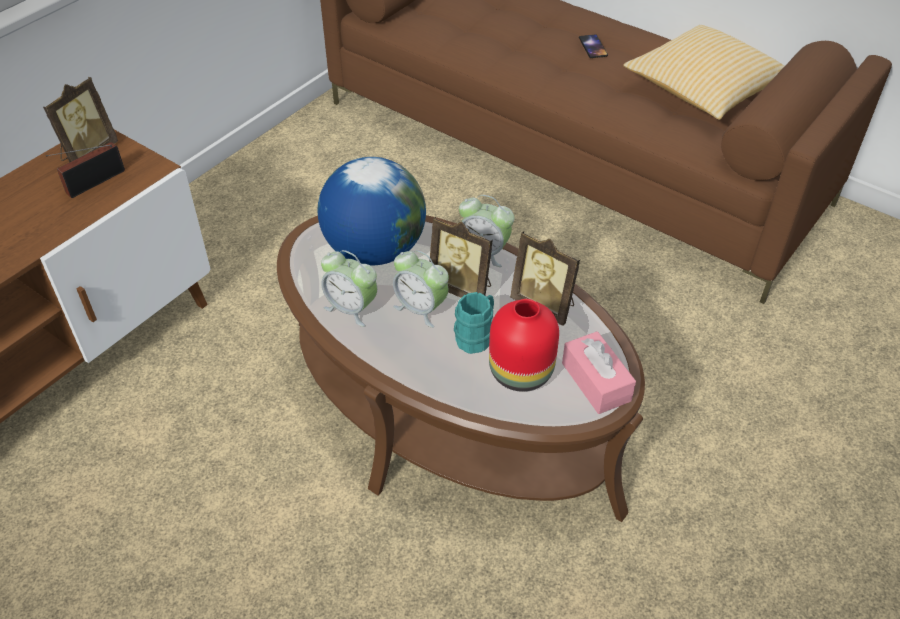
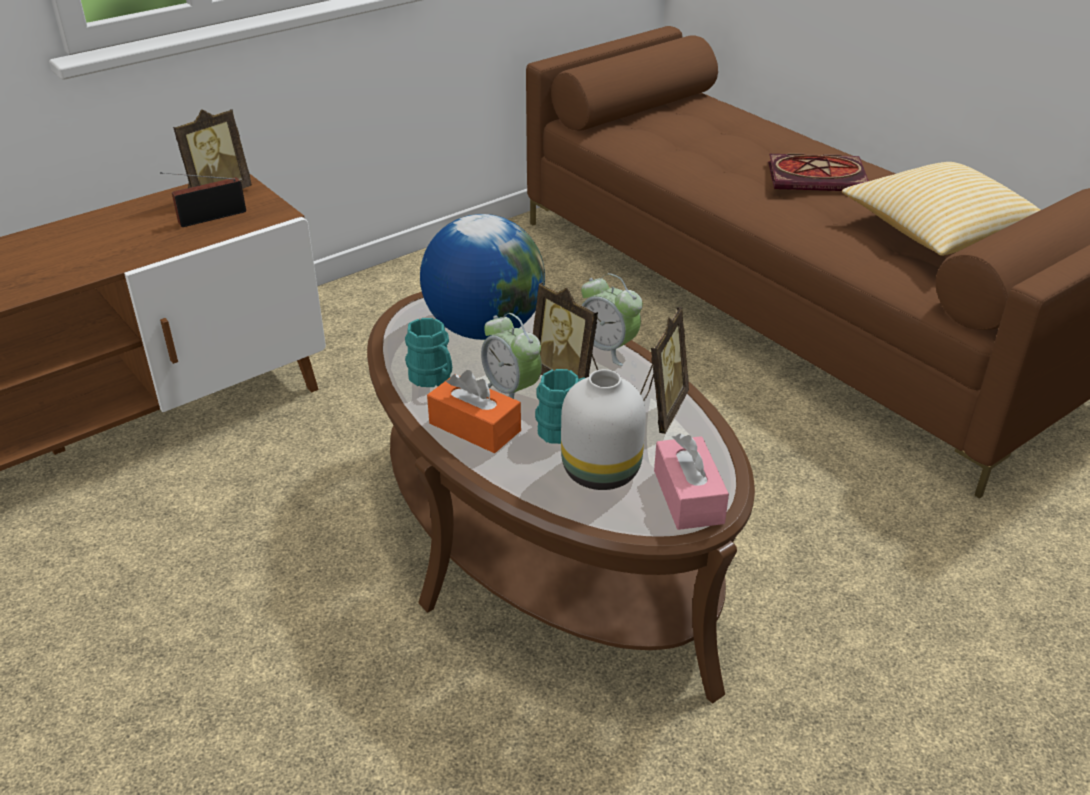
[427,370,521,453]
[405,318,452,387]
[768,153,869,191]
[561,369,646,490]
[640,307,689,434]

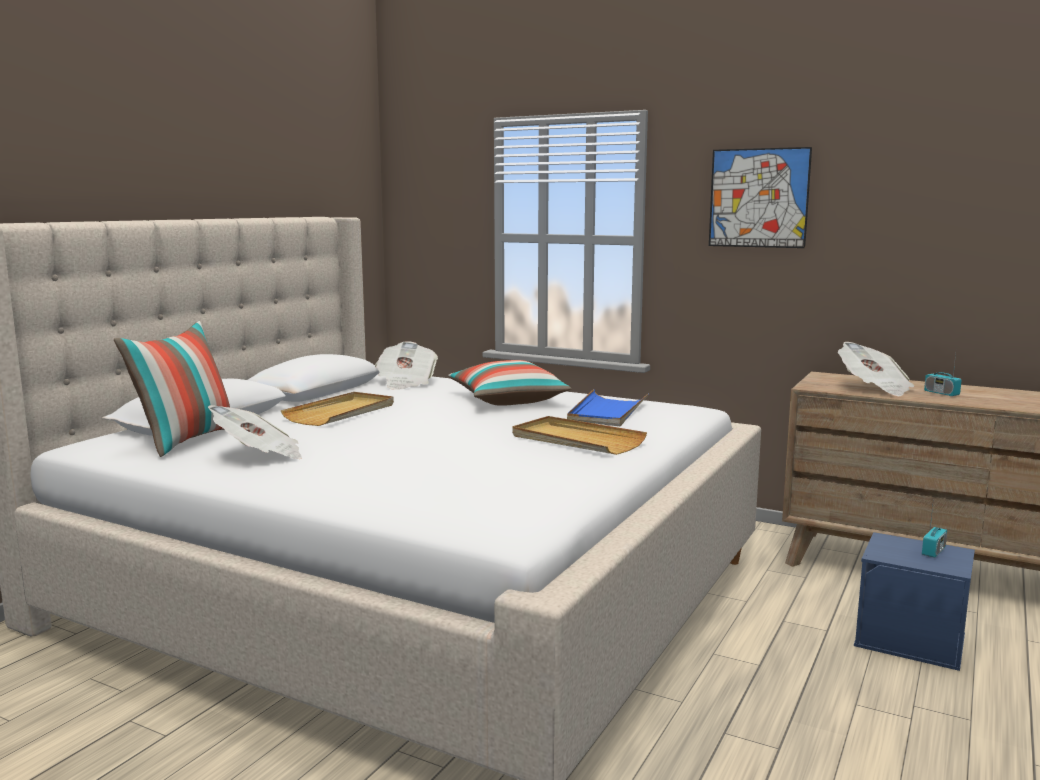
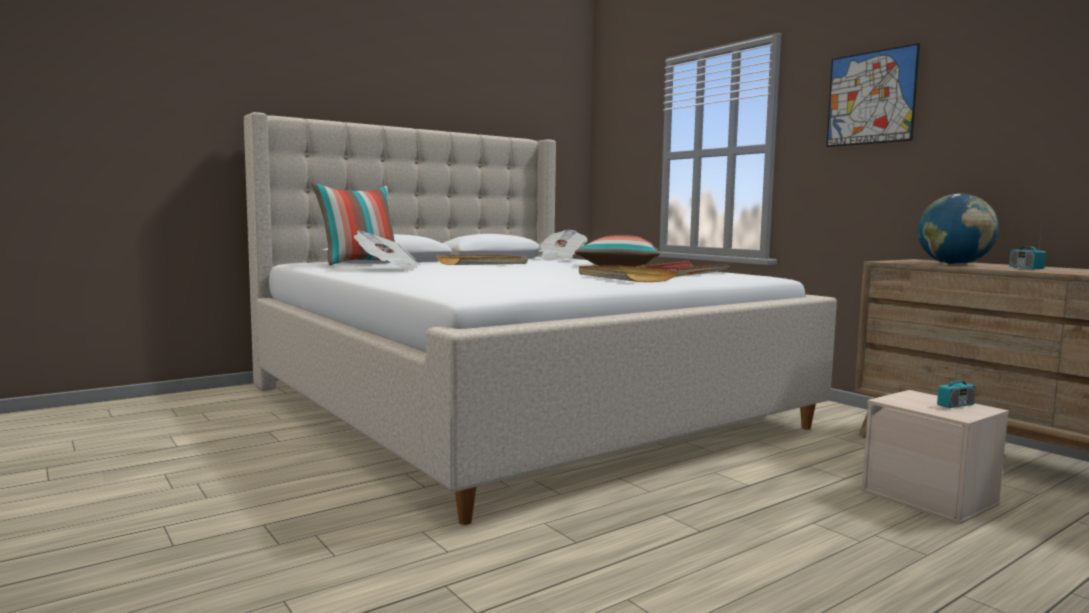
[918,194,999,265]
[638,261,732,277]
[861,390,1009,525]

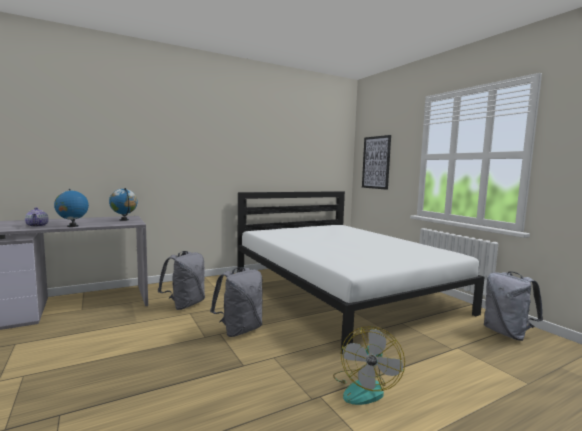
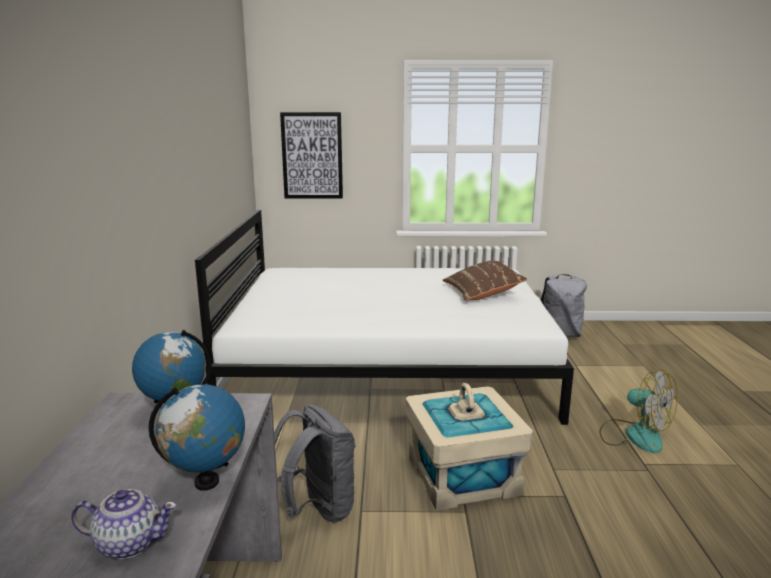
[443,261,527,301]
[405,383,533,511]

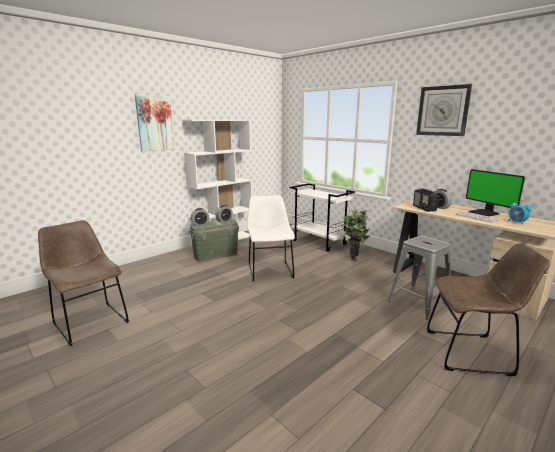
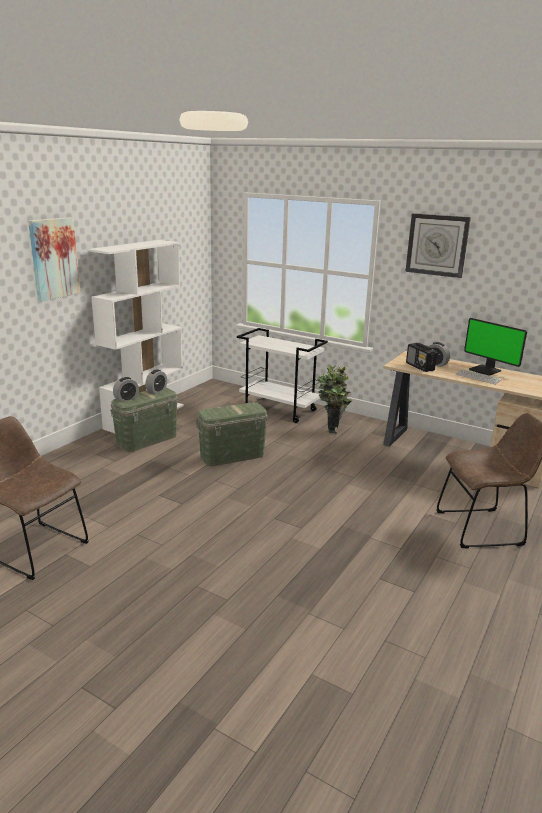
[388,236,451,320] (first image)
[508,201,532,225] (first image)
[196,402,269,466]

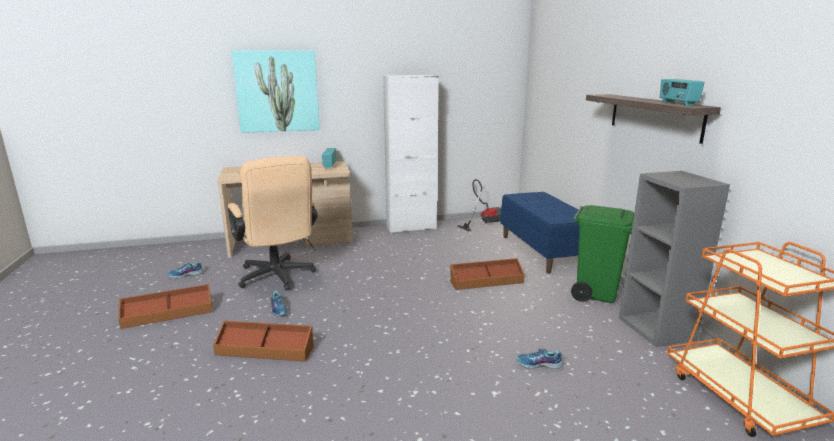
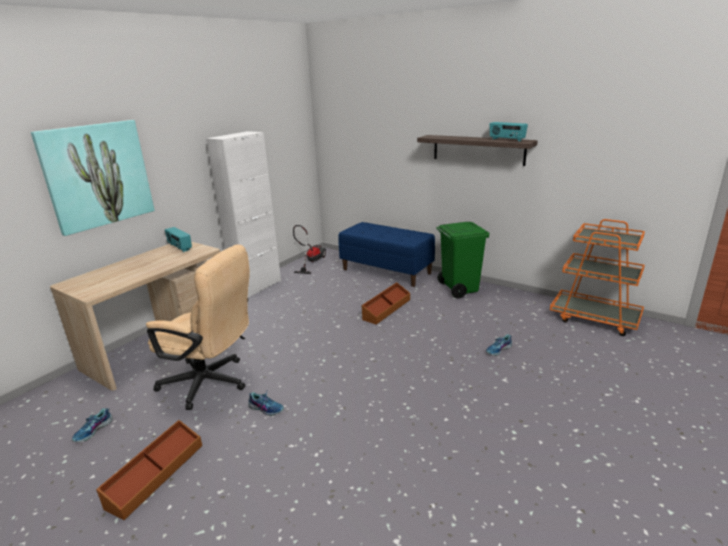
[213,321,314,362] (first image)
[619,171,730,347] (first image)

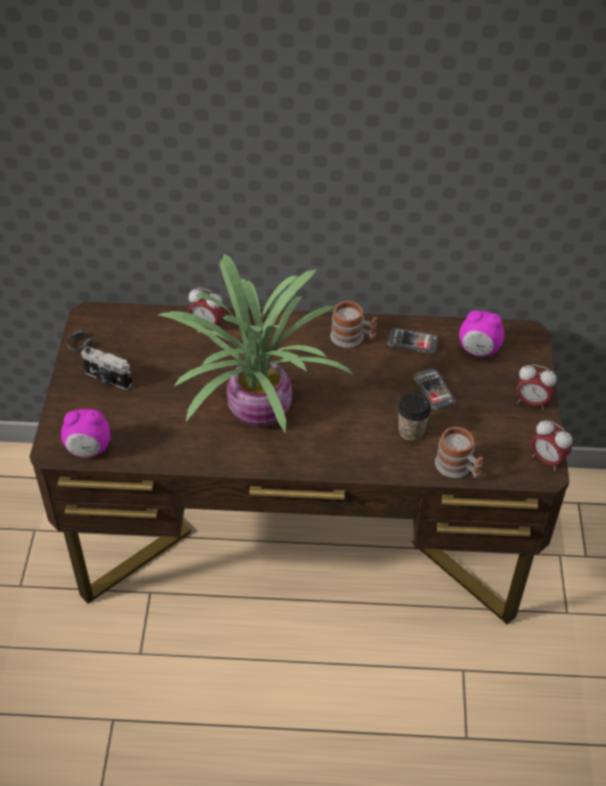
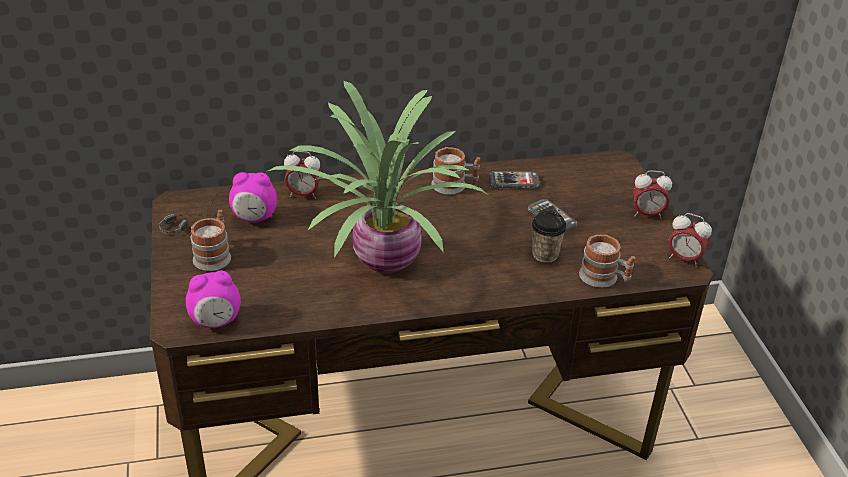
[229,172,277,222]
[191,210,231,271]

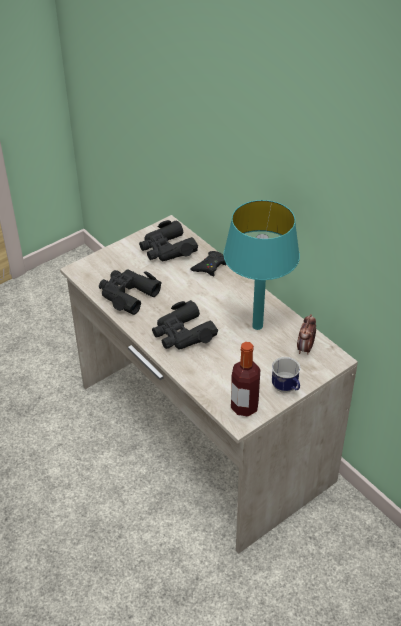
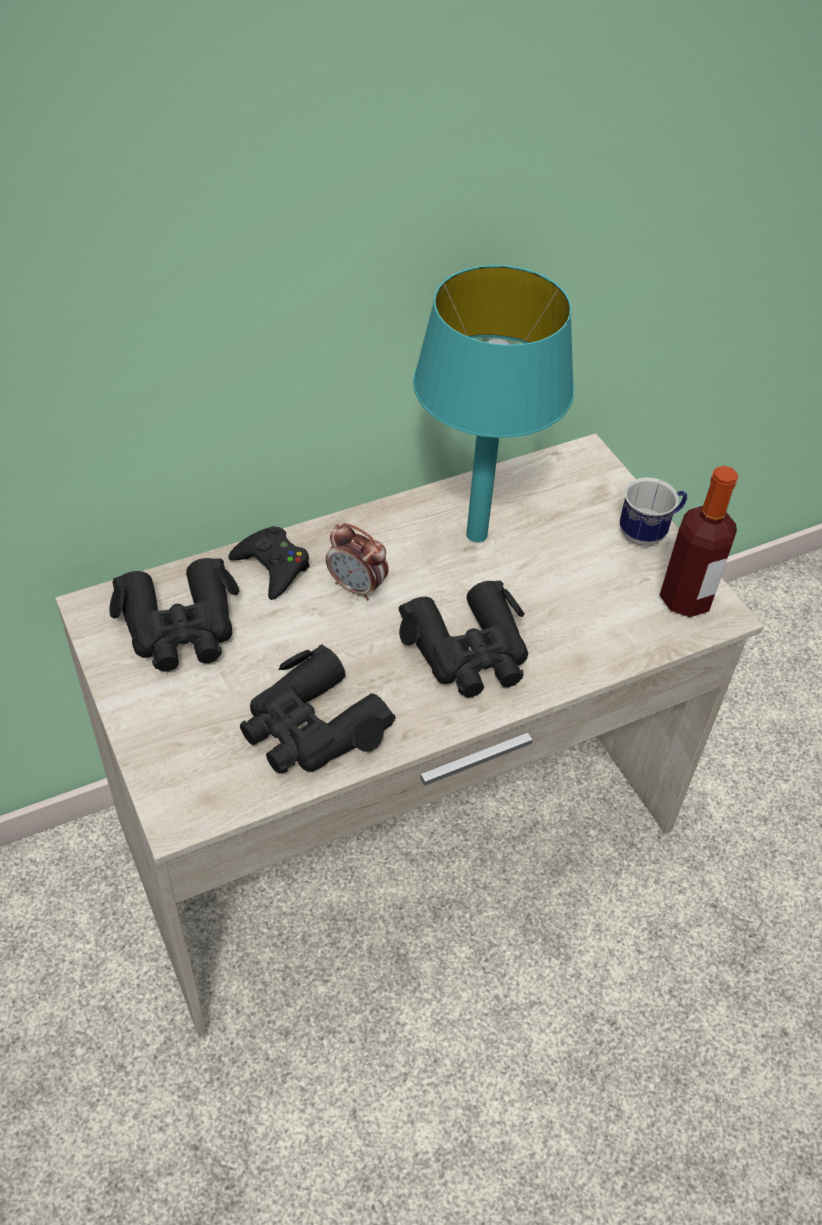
[326,523,389,601]

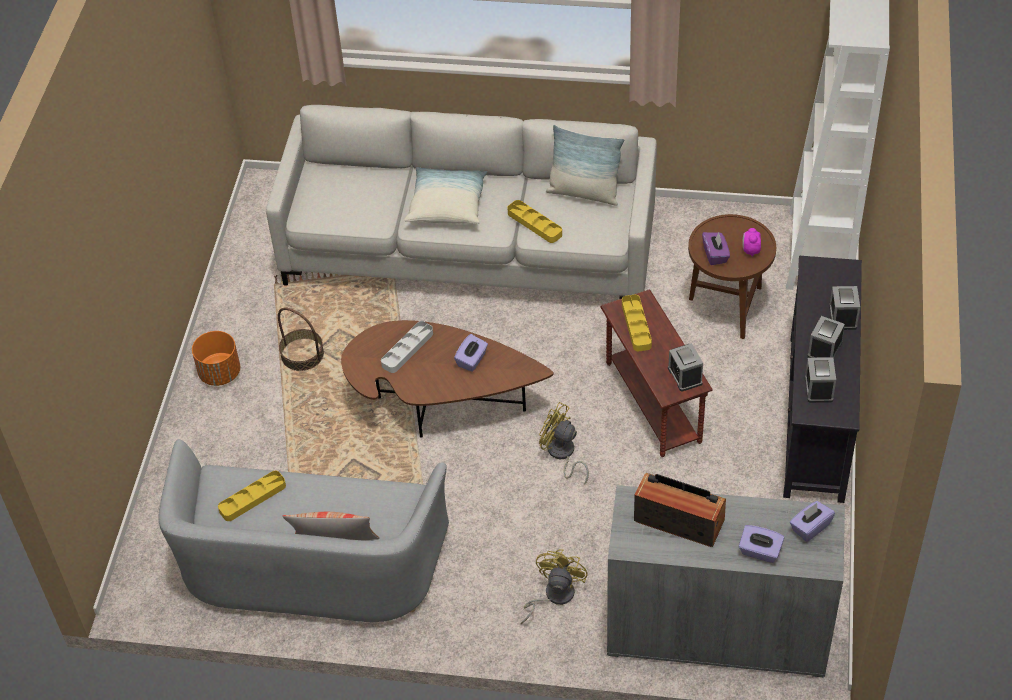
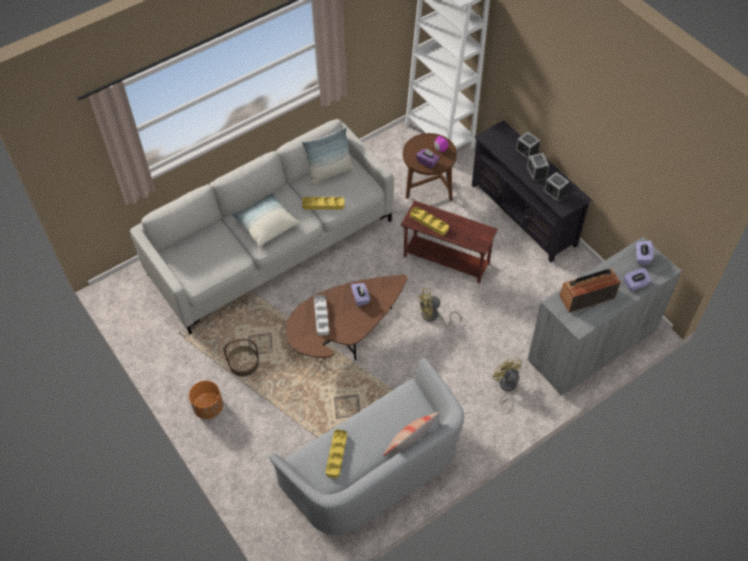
[668,343,703,392] (first image)

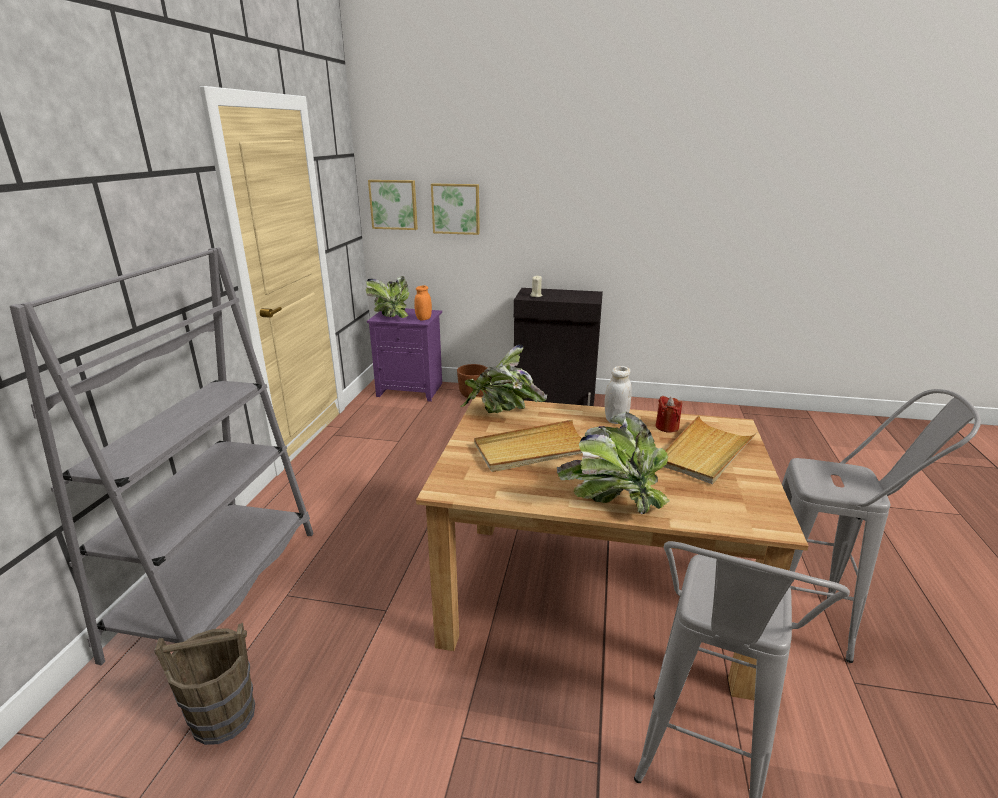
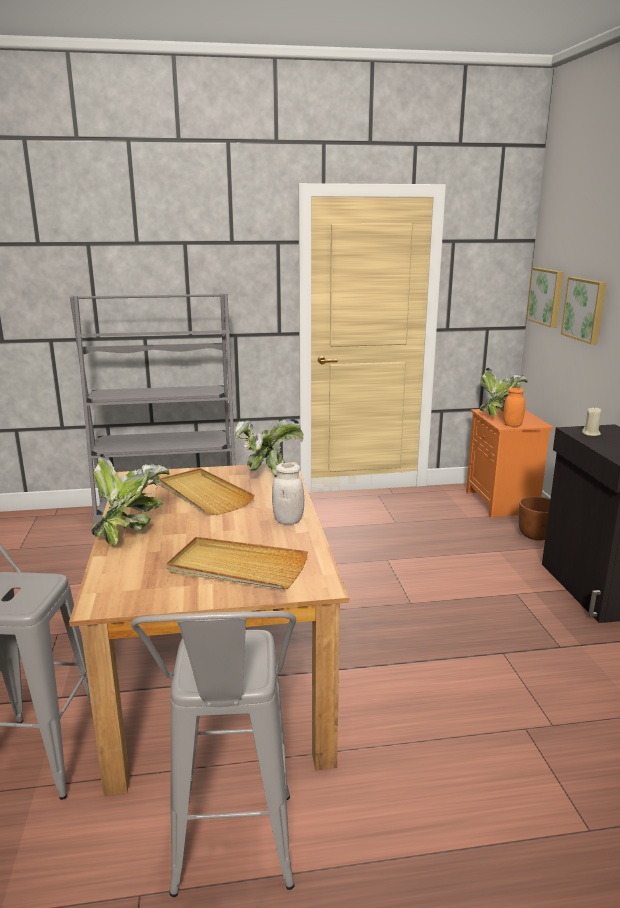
[154,623,255,745] (first image)
[655,396,682,433] (first image)
[466,408,554,518]

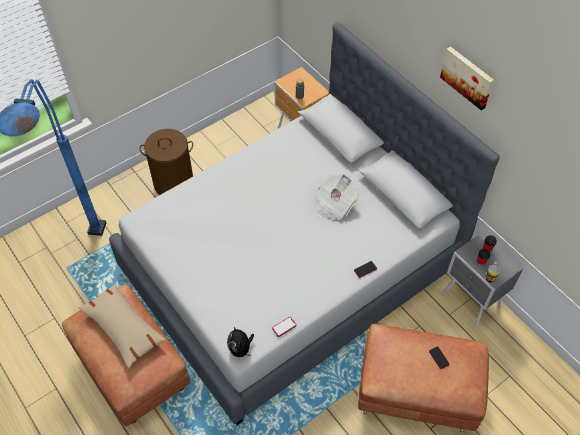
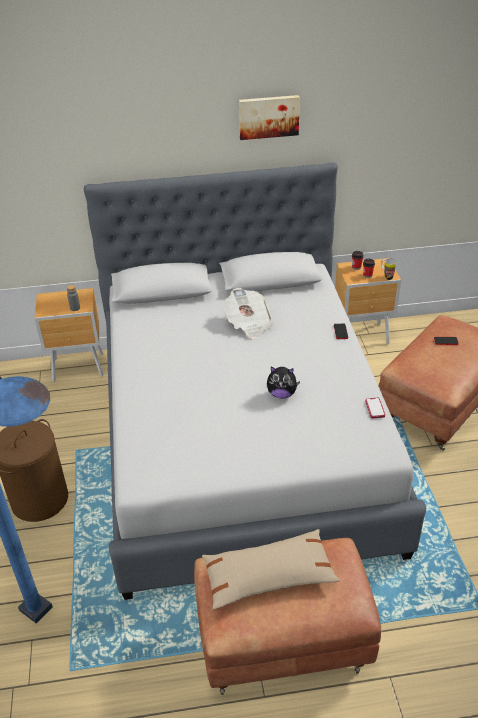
[267,367,300,399]
[335,258,401,344]

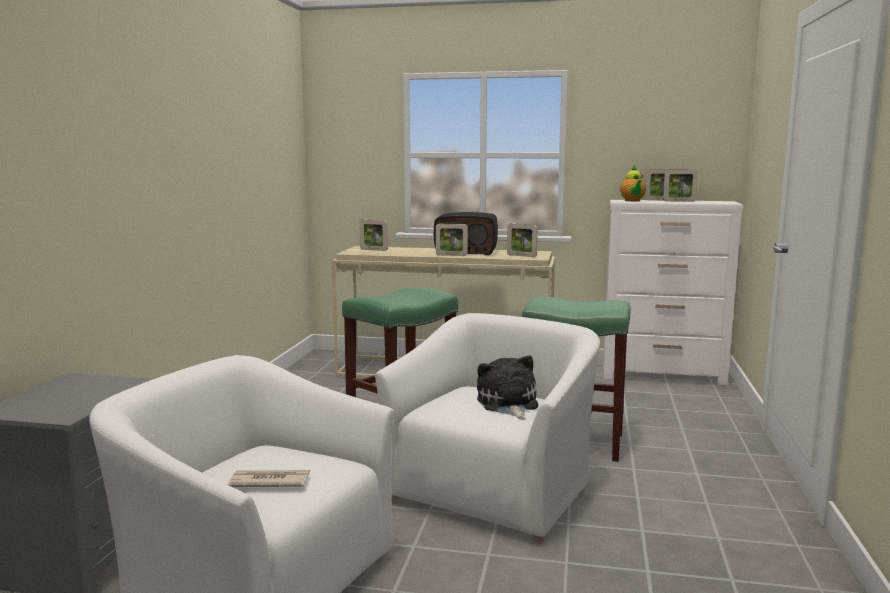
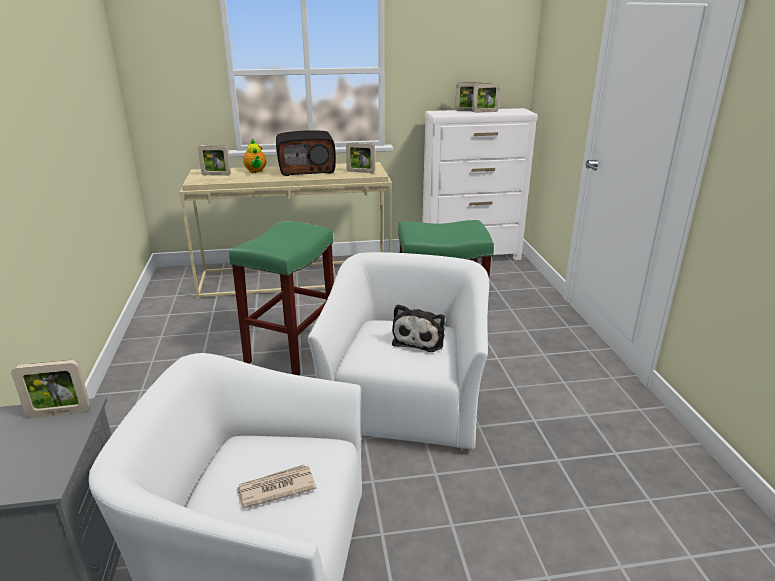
[11,360,90,418]
[243,138,266,173]
[392,304,445,352]

